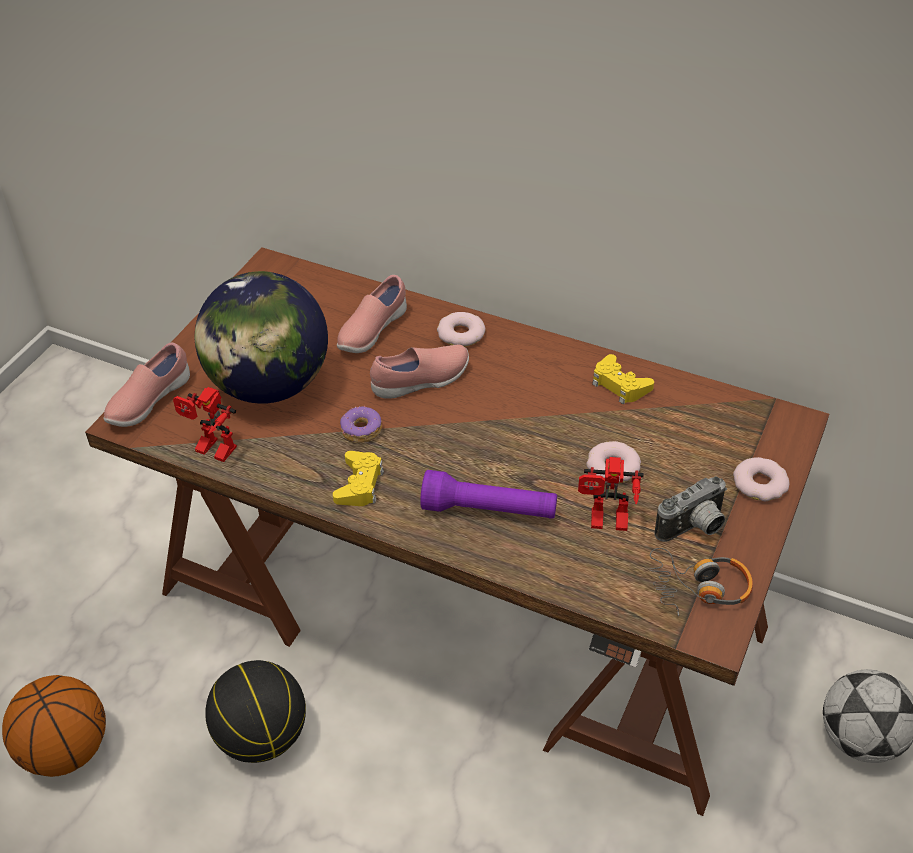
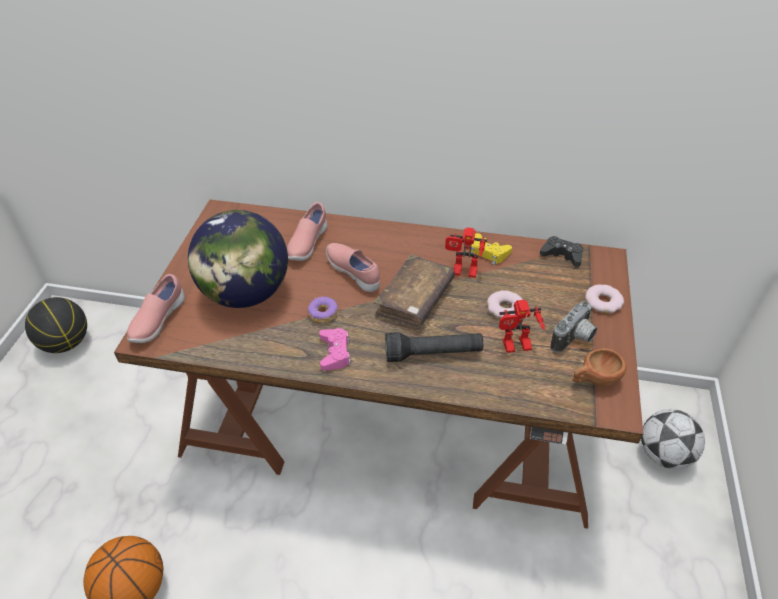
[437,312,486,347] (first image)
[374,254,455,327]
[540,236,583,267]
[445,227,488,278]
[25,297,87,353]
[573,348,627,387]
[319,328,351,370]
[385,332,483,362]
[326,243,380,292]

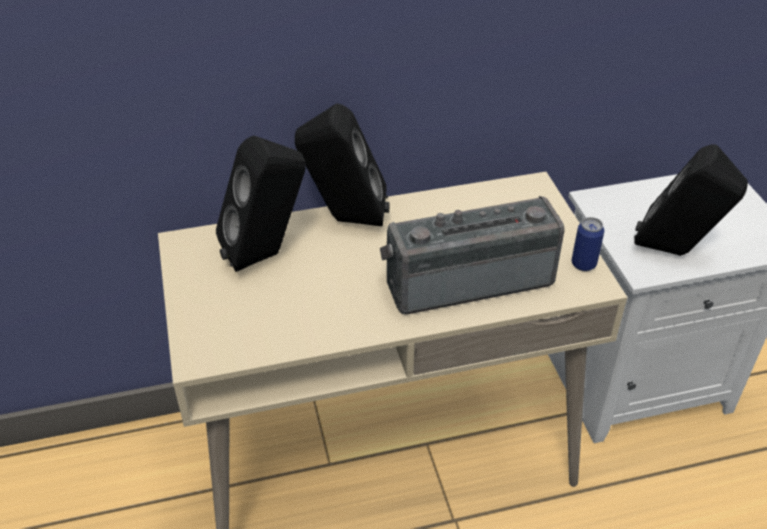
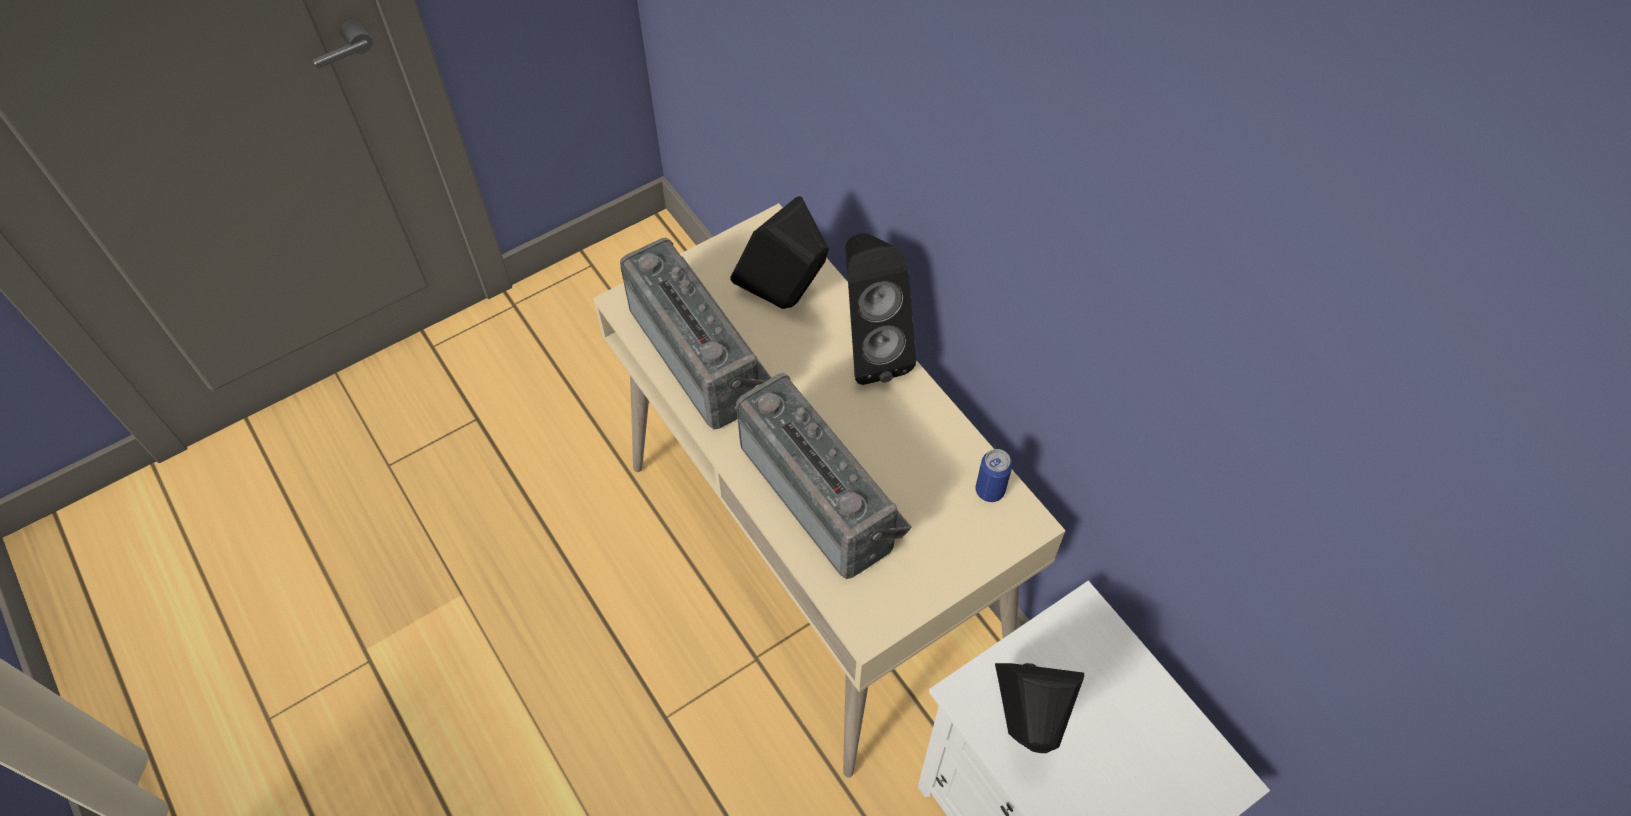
[620,238,771,430]
[976,449,1012,502]

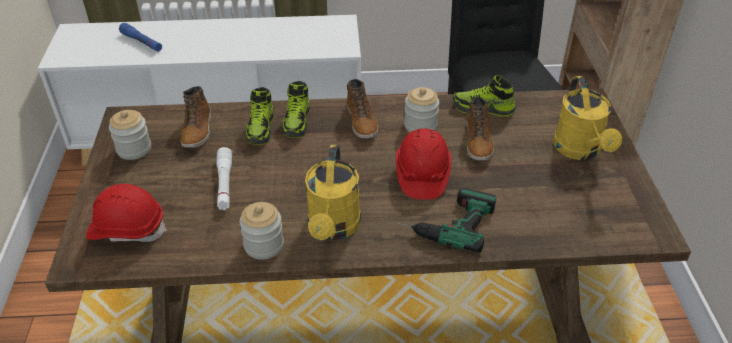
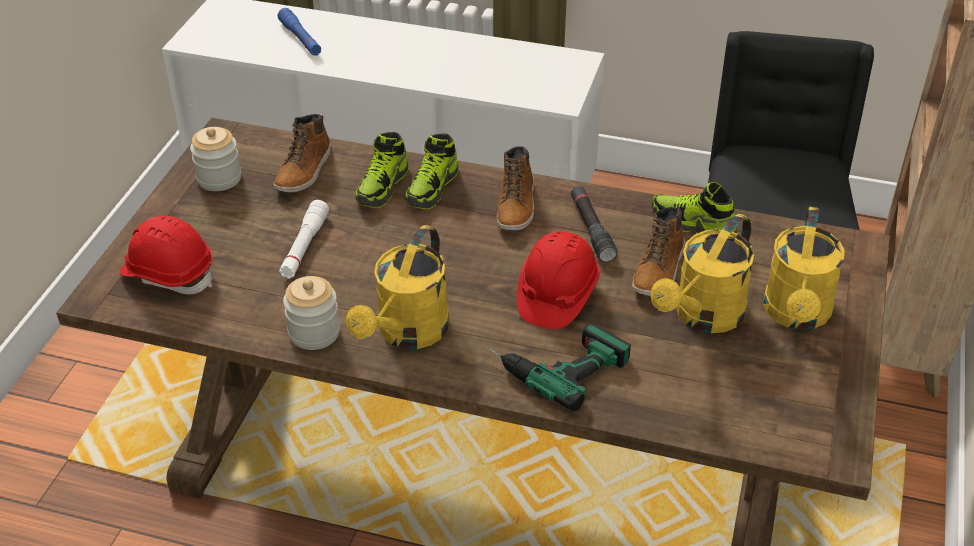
[650,214,755,333]
[571,186,618,262]

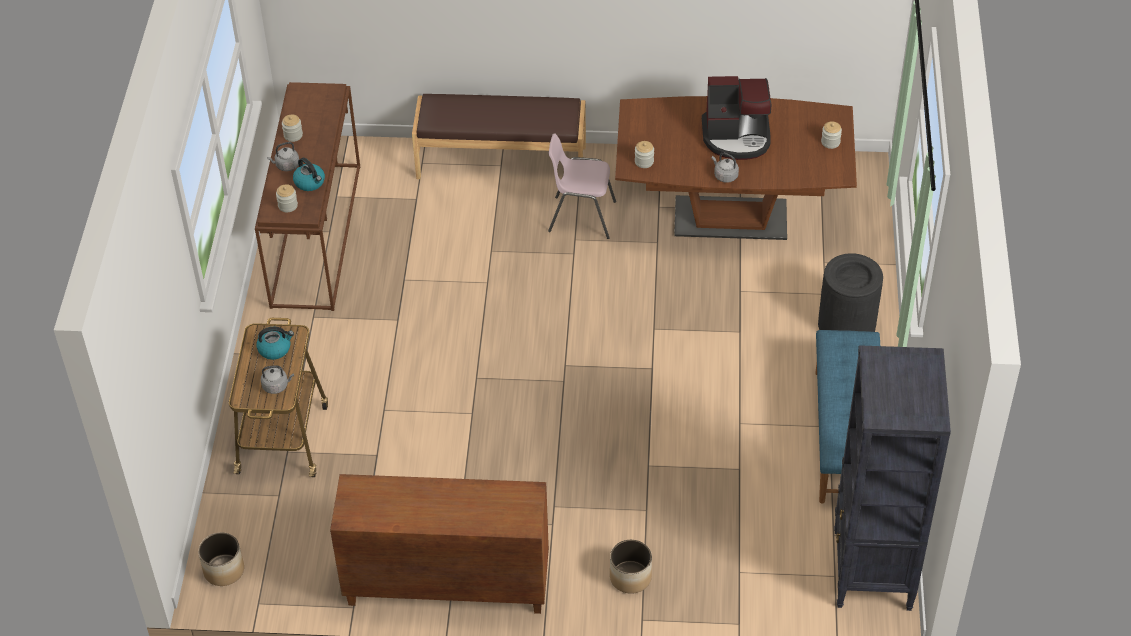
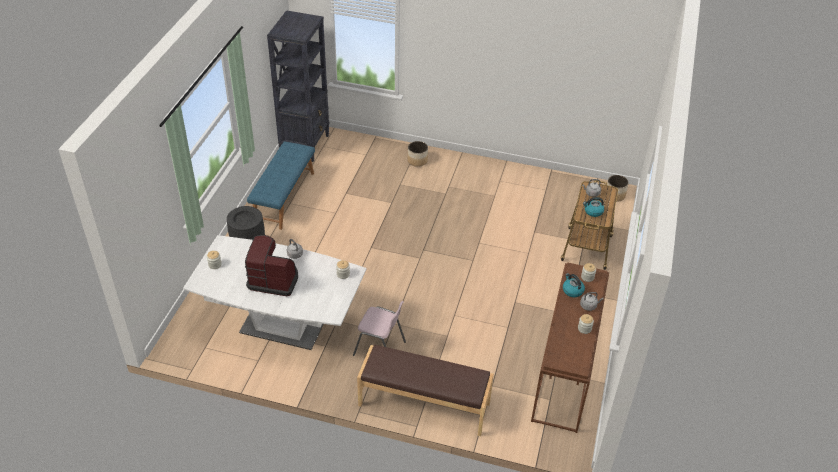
[330,474,549,614] (first image)
[183,235,367,350]

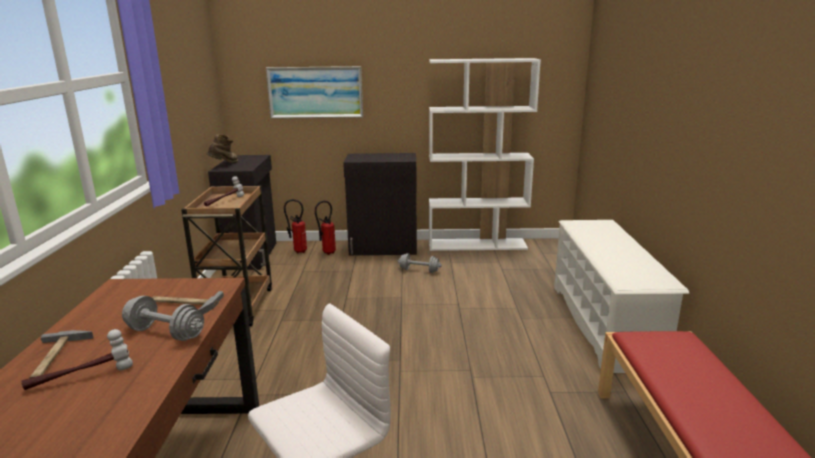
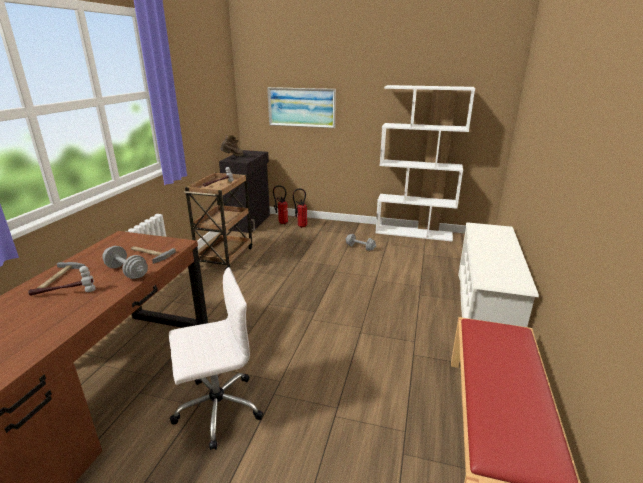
[343,153,417,255] (first image)

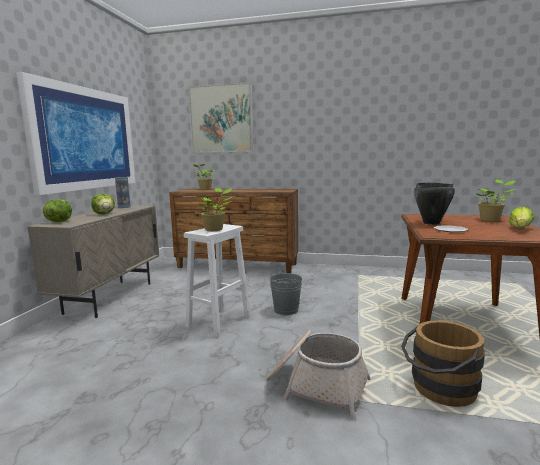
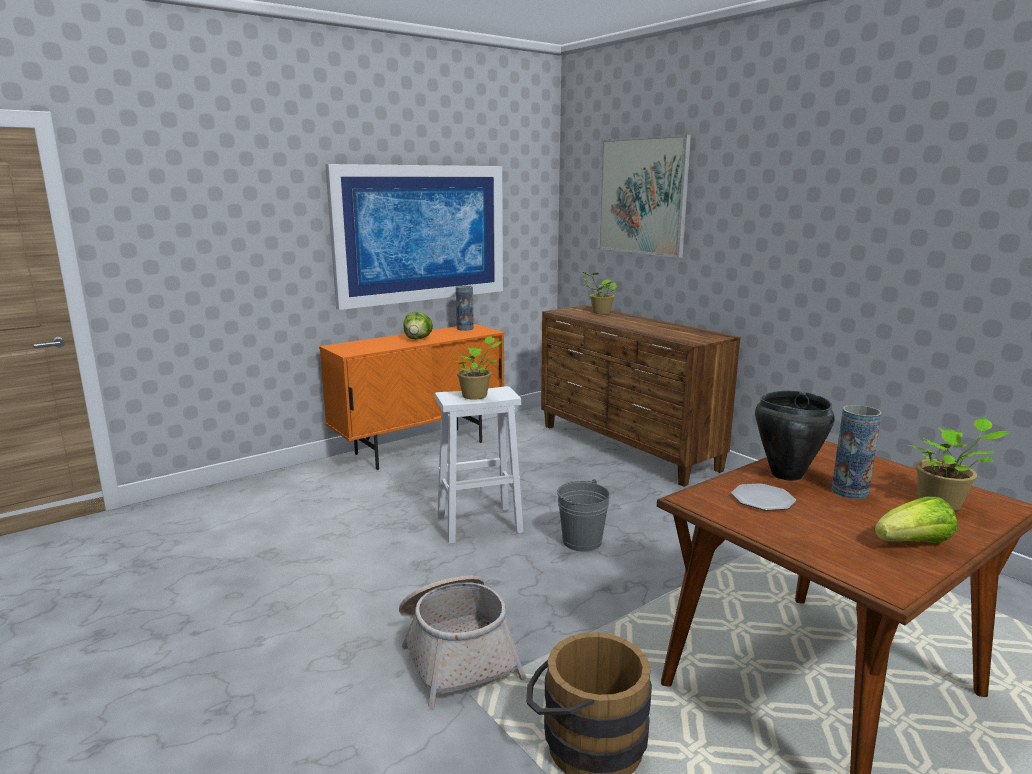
[43,199,72,222] (first image)
[831,405,882,499]
[319,324,504,470]

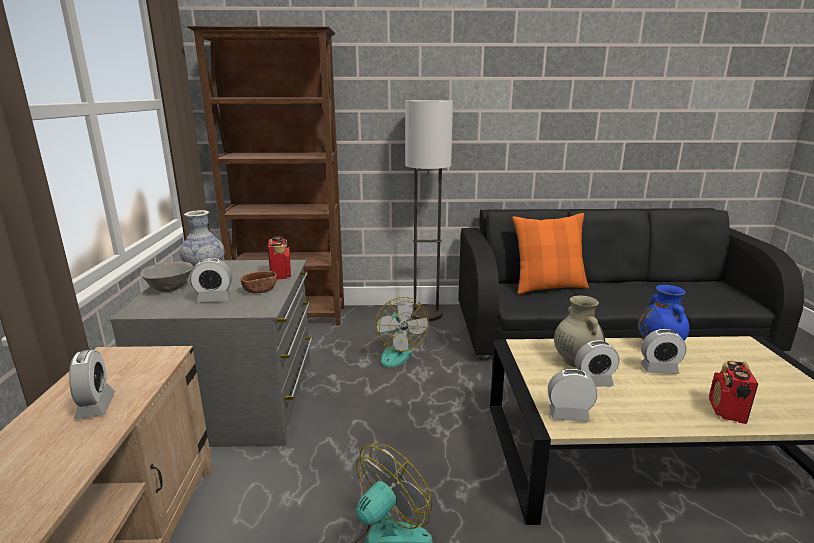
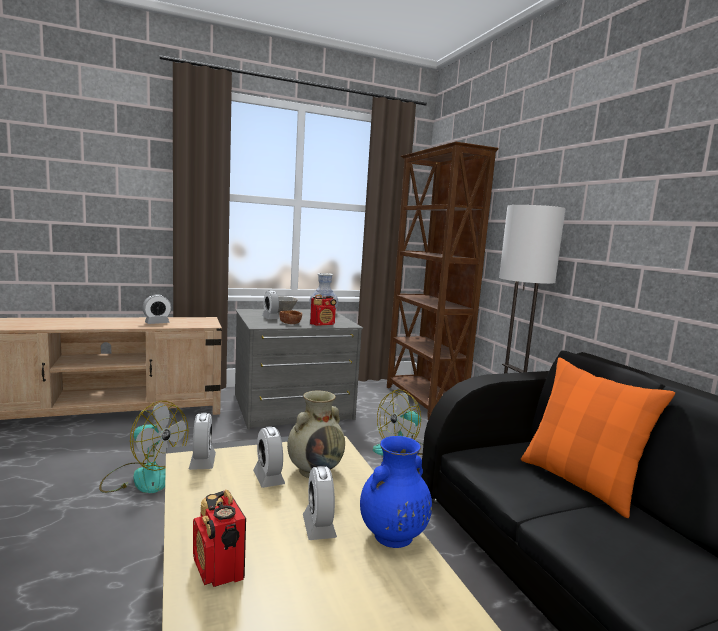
[193,490,246,587]

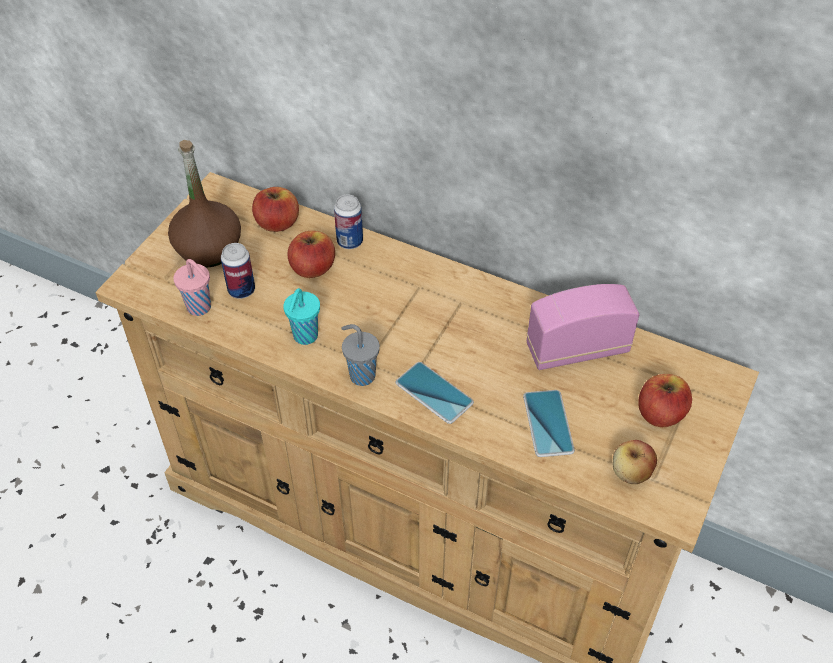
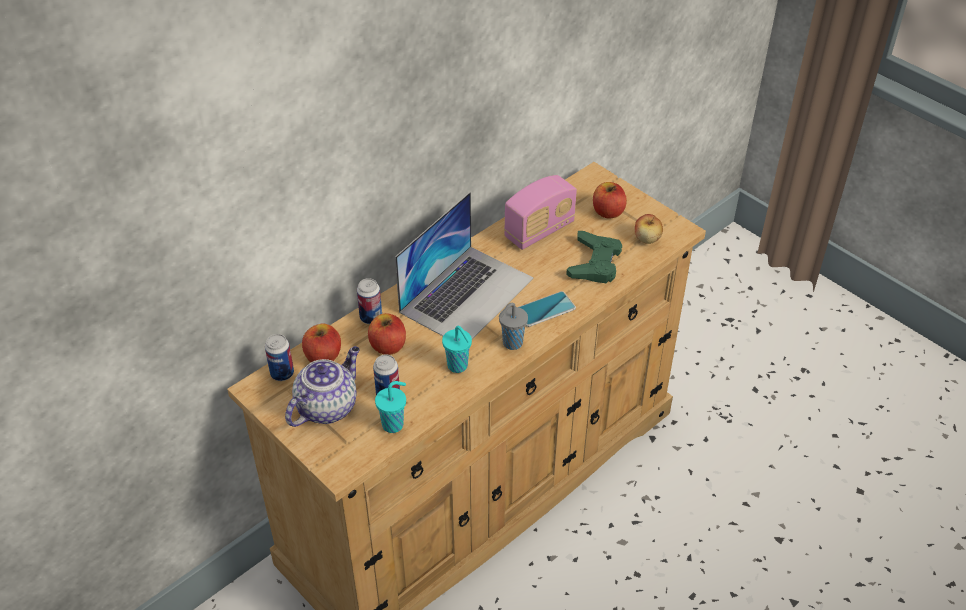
[265,334,294,381]
[395,192,533,339]
[285,346,360,427]
[566,231,622,283]
[375,381,406,433]
[504,175,577,250]

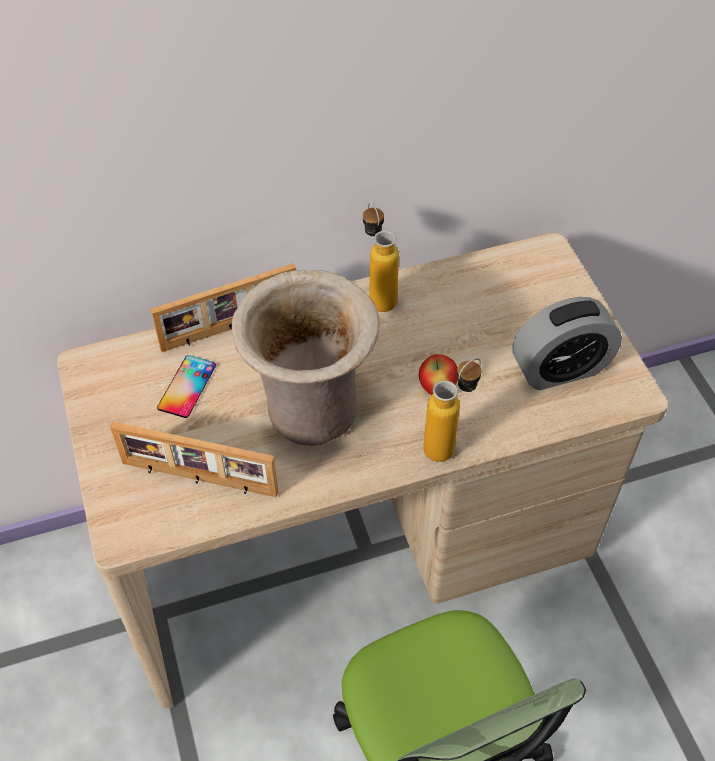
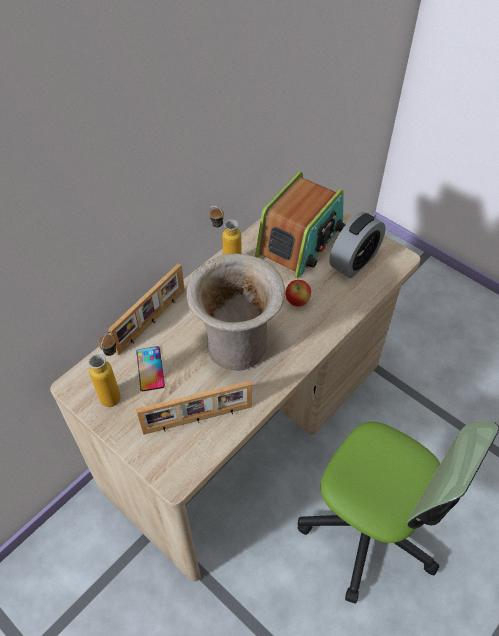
[255,171,346,278]
[89,332,121,407]

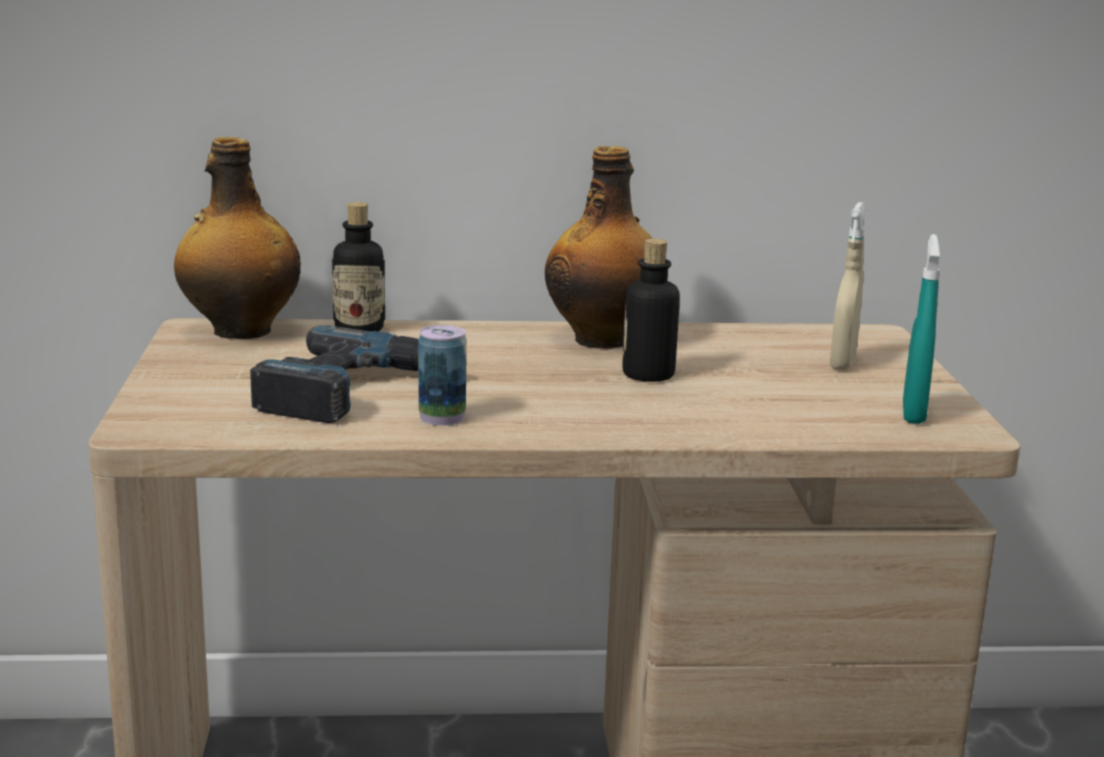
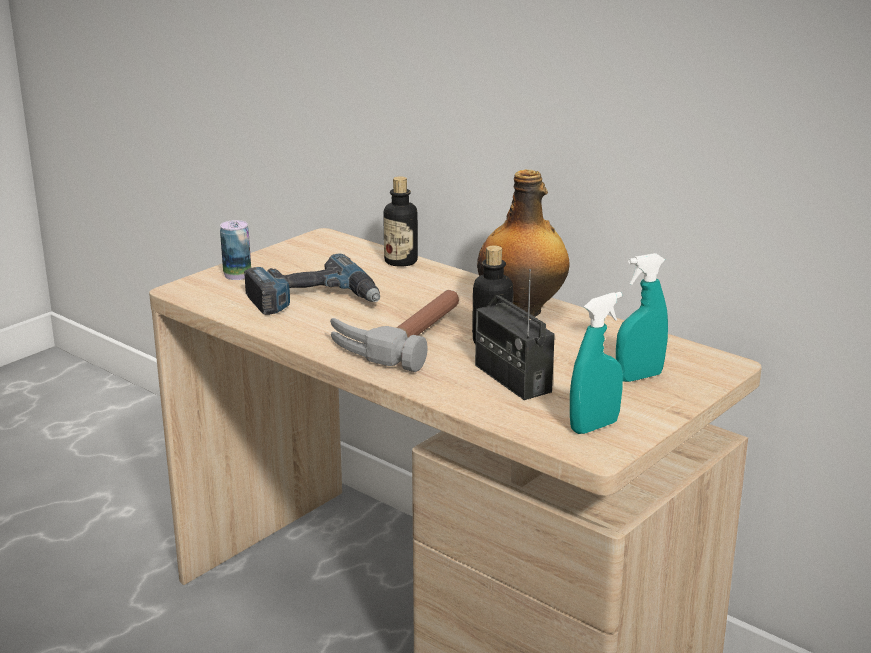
[174,137,301,339] (first image)
[330,290,459,372]
[475,269,555,400]
[220,220,251,280]
[616,253,668,382]

